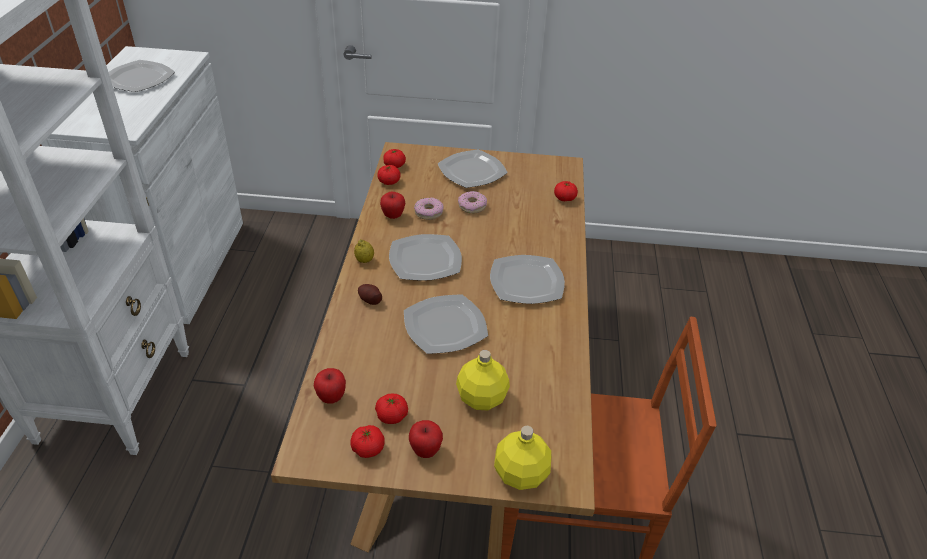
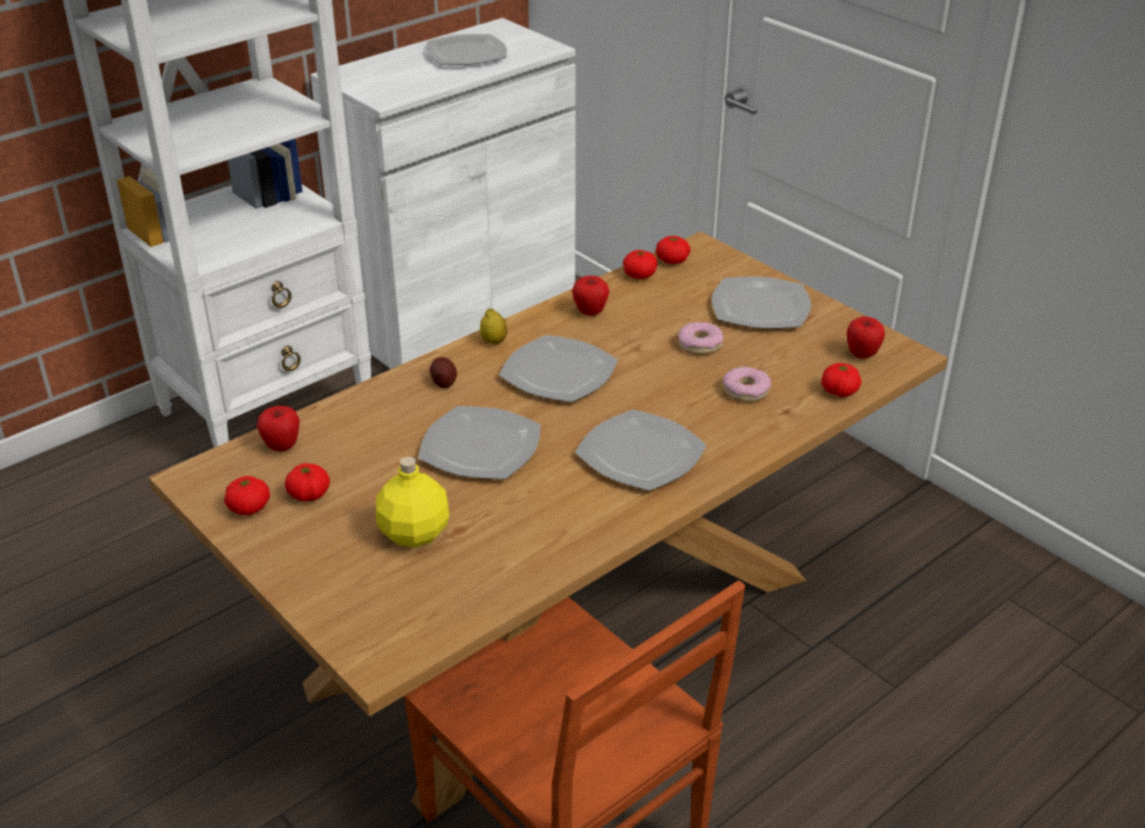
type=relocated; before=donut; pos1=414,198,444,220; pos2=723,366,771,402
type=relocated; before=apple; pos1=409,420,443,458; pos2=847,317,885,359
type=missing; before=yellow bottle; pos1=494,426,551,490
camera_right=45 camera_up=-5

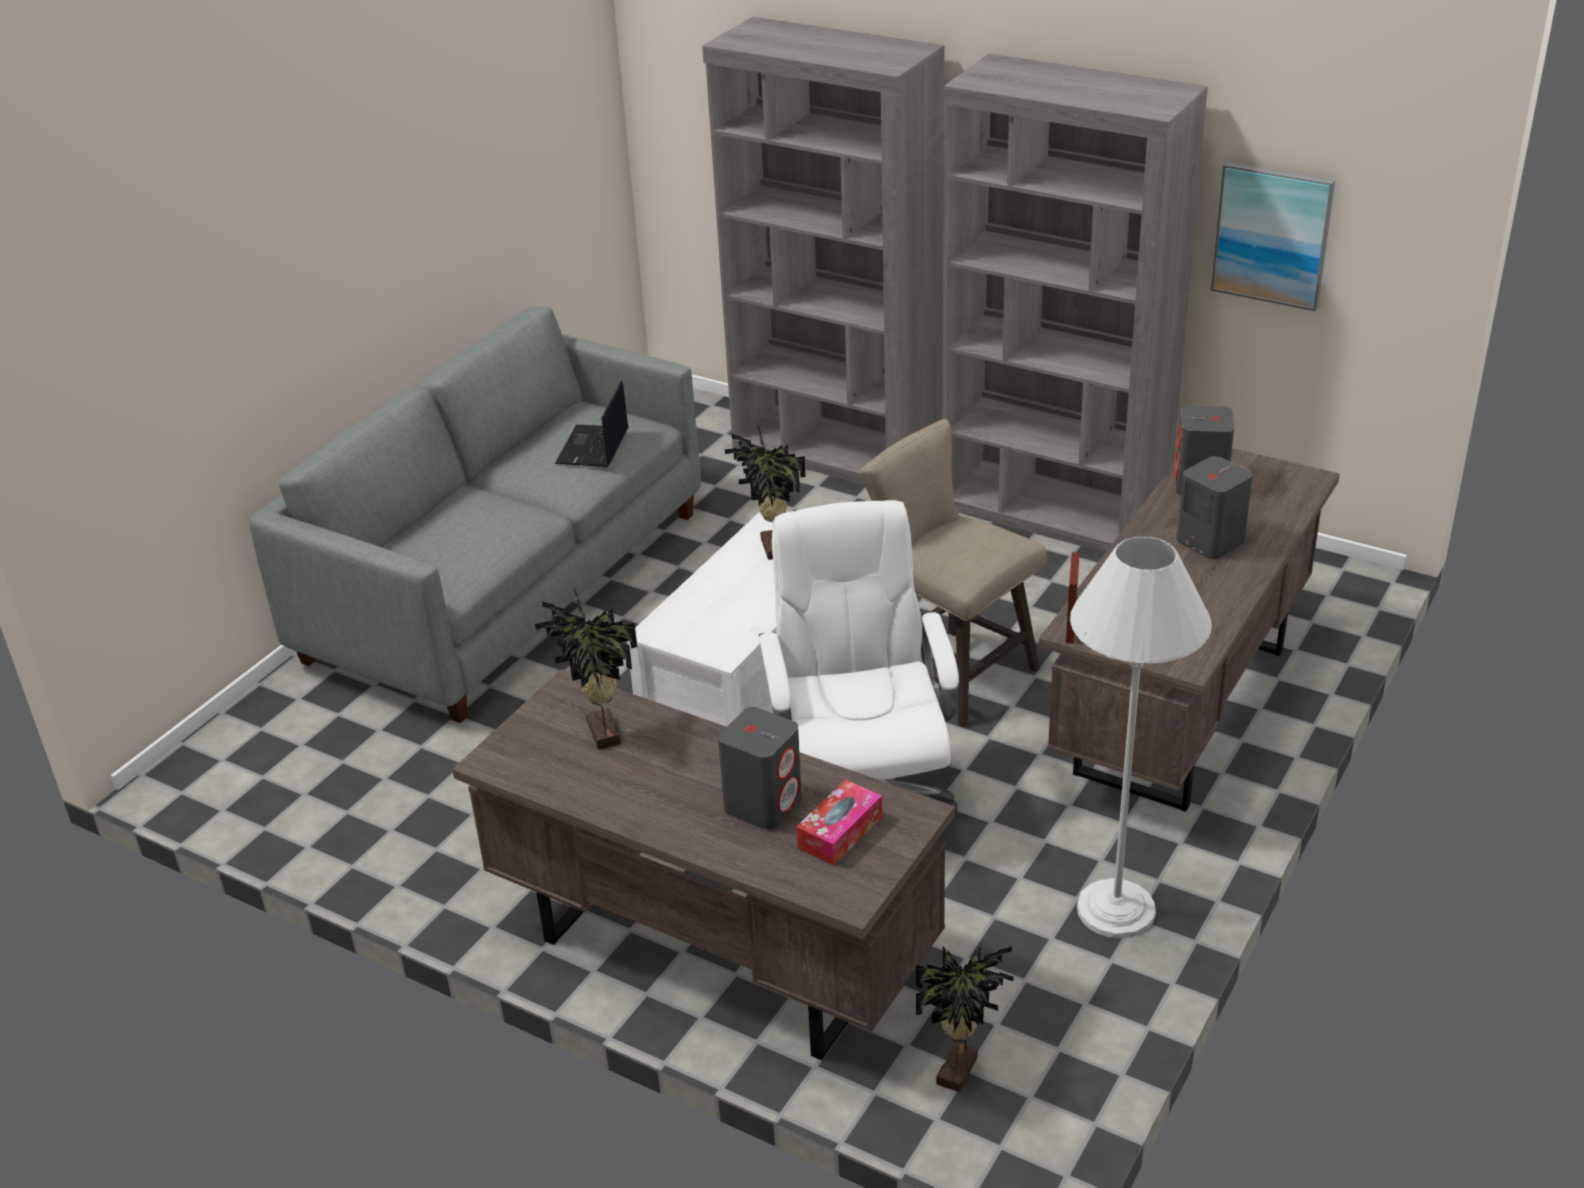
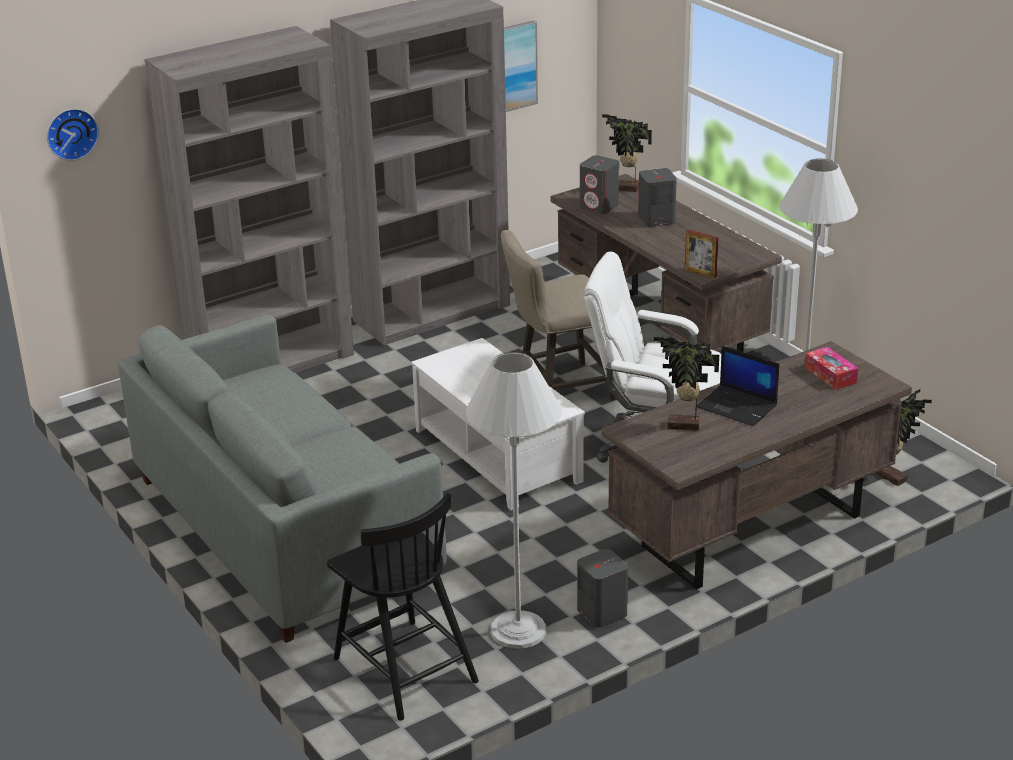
type=relocated; before=laptop; pos1=555,380,628,467; pos2=697,346,780,426
type=relocated; before=potted plant; pos1=725,426,806,560; pos2=602,114,652,192
type=relocated; before=grey speaker; pos1=718,707,802,830; pos2=577,549,628,627
type=appeared; after=wall clock; pos2=47,109,99,161
type=appeared; after=white floor lamp; pos2=466,352,562,649
type=appeared; after=black chair; pos2=327,493,479,721
camera_right=-65 camera_up=-5

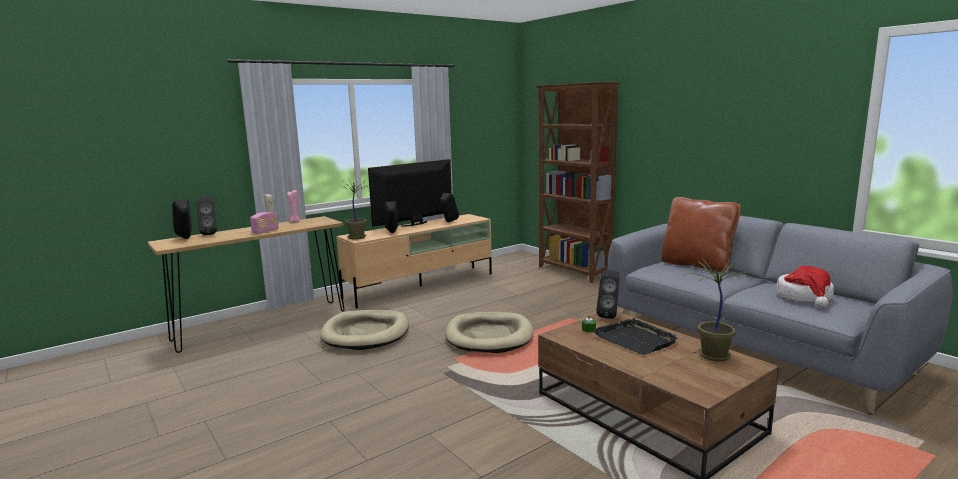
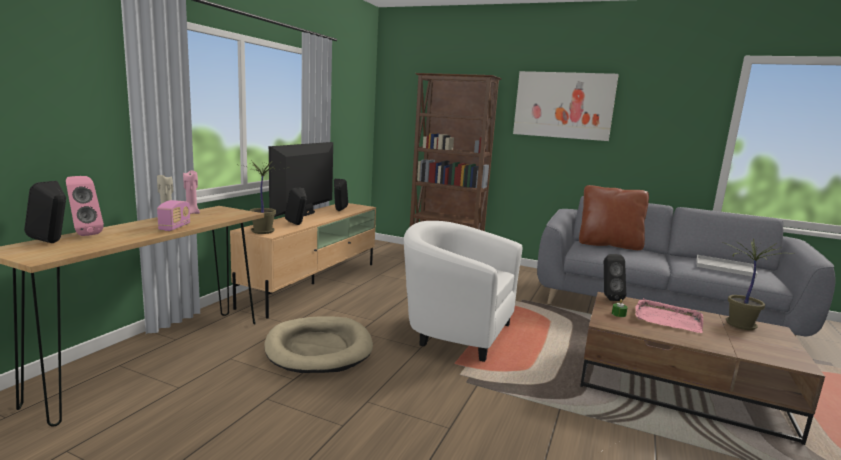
type=colour; before=black speaker; after=pink speaker; pos1=197,196,217,235; pos2=66,176,104,236
type=exchanged; before=hat; after=white tray; pos1=776,266,834,308; pos2=697,255,758,277
type=exchanged; before=beige dog bed; after=white armchair; pos1=445,312,534,353; pos2=404,221,522,362
type=colour; before=black tray; after=pink tray; pos1=592,318,678,355; pos2=635,298,703,333
type=appeared; after=picture; pos2=513,71,619,141
camera_right=-30 camera_up=0

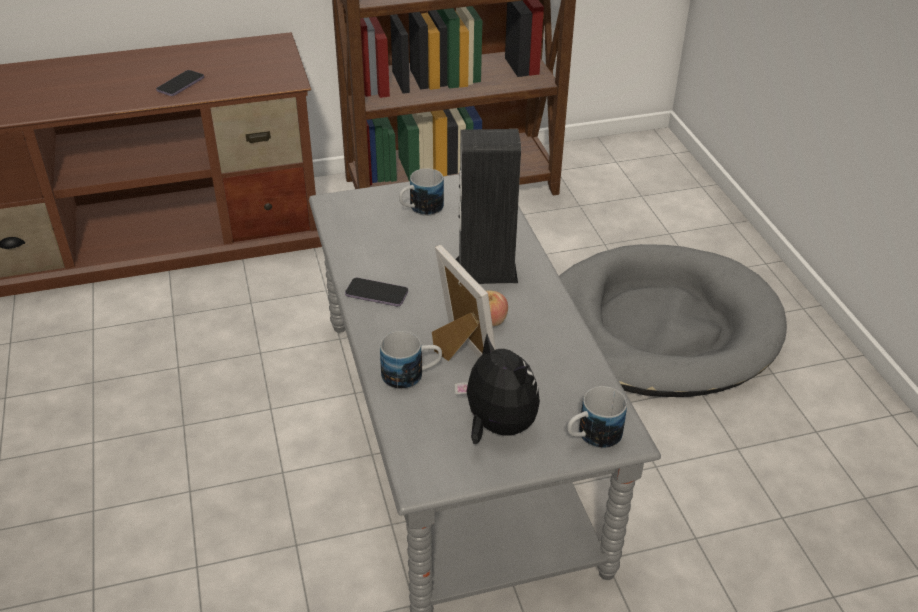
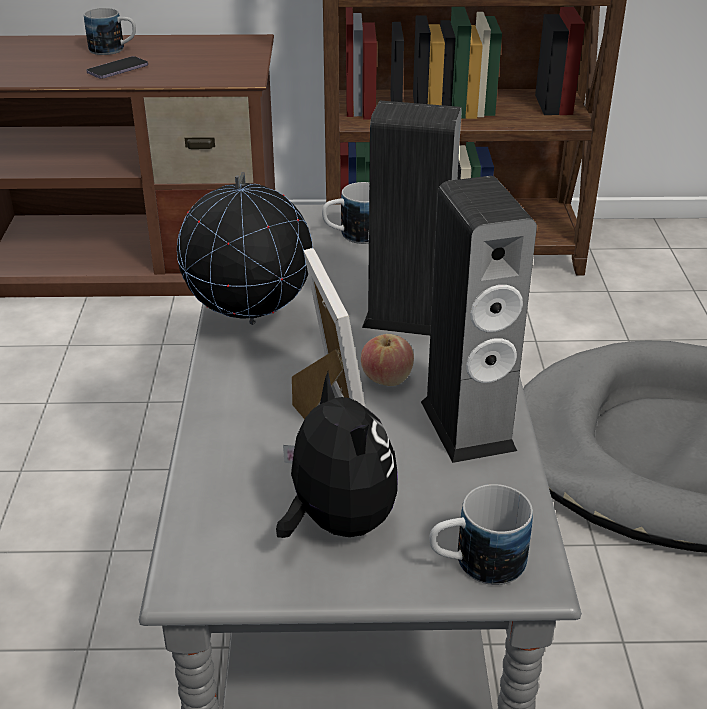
type=exchanged; before=phone; after=globe; pos1=345,278,408,306; pos2=177,172,313,325
type=relocated; before=mug; pos1=380,331,442,389; pos2=84,8,136,55
type=appeared; after=speaker; pos2=421,176,537,463
camera_right=15 camera_up=-5

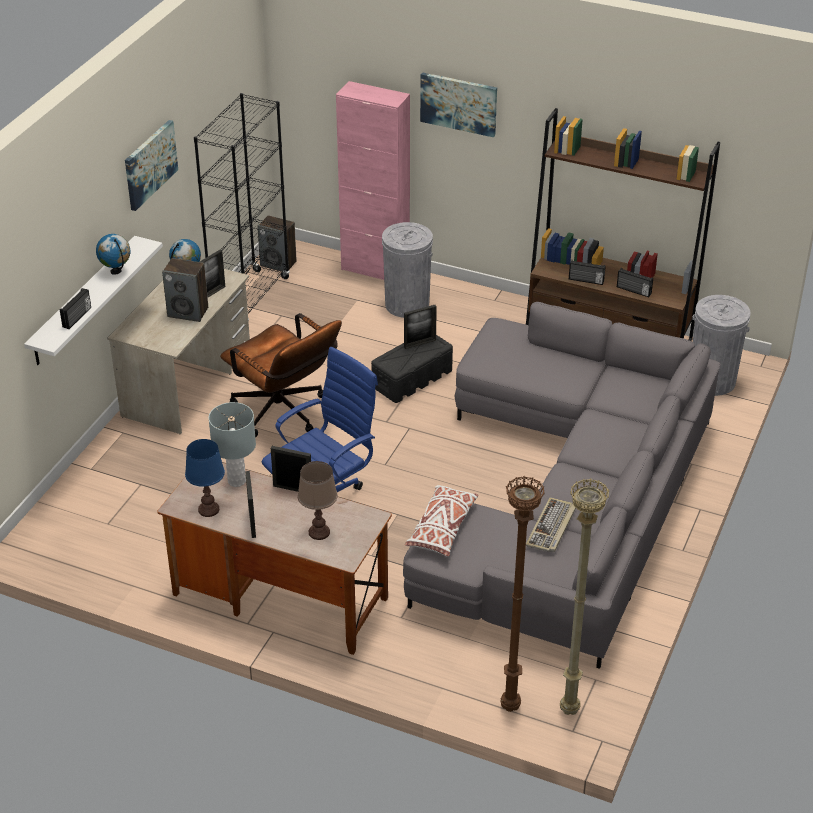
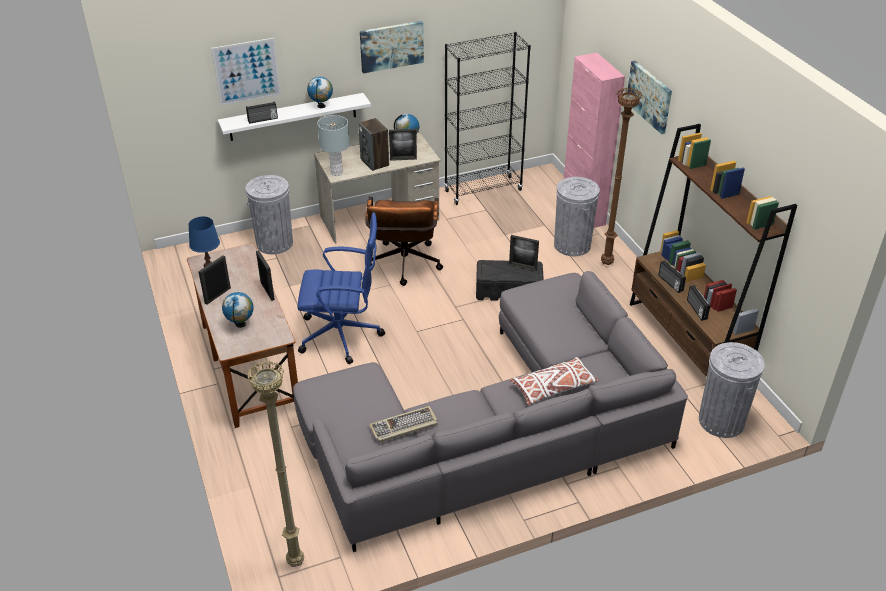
type=missing; before=speaker; pos1=257,215,297,272
type=relocated; before=grey table lamp; pos1=209,402,256,487; pos2=317,115,350,176
type=exchanged; before=brown table lamp; after=globe; pos1=298,461,338,540; pos2=222,292,254,328
type=relocated; before=brown floor lamp; pos1=501,476,545,712; pos2=601,88,642,265
type=relocated; before=white pillow; pos1=405,485,478,557; pos2=510,357,599,406
type=appeared; after=picture; pos2=211,38,281,106
type=appeared; after=grey trash can; pos2=246,175,293,254
camera_right=45 camera_up=0

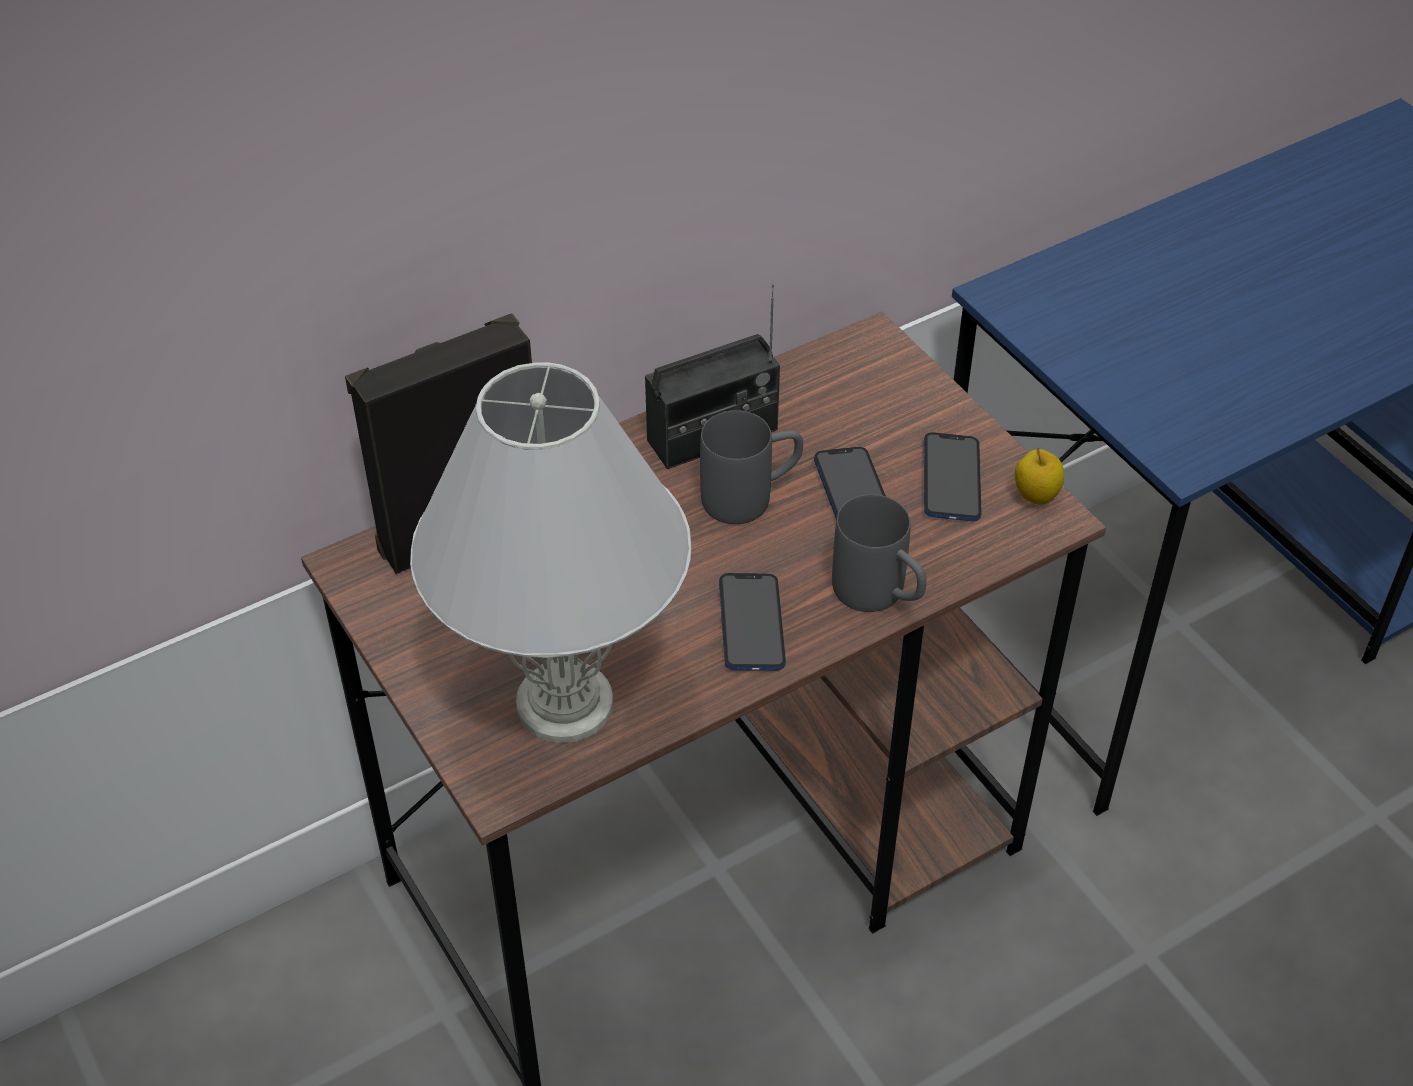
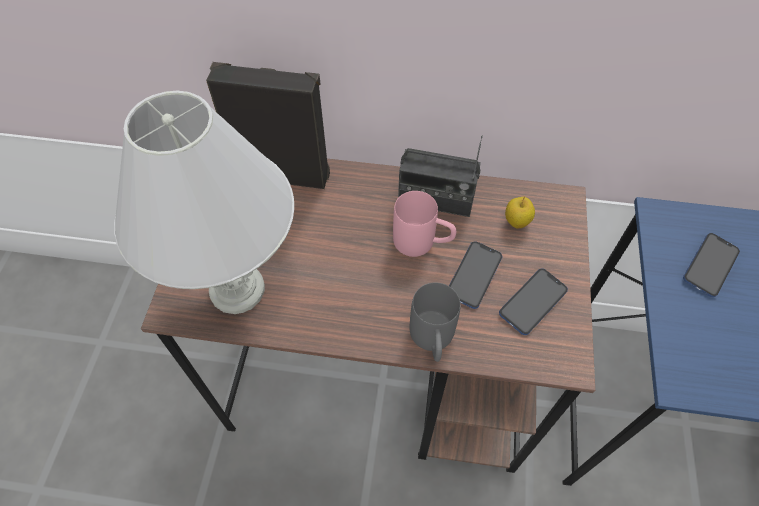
type=colour; before=grey mug; after=pink mug; pos1=700,410,803,524; pos2=393,191,456,257
type=relocated; before=apple; pos1=1015,447,1064,505; pos2=505,196,535,228
type=relocated; before=phone; pos1=719,573,786,671; pos2=683,233,740,297
camera_right=40 camera_up=10

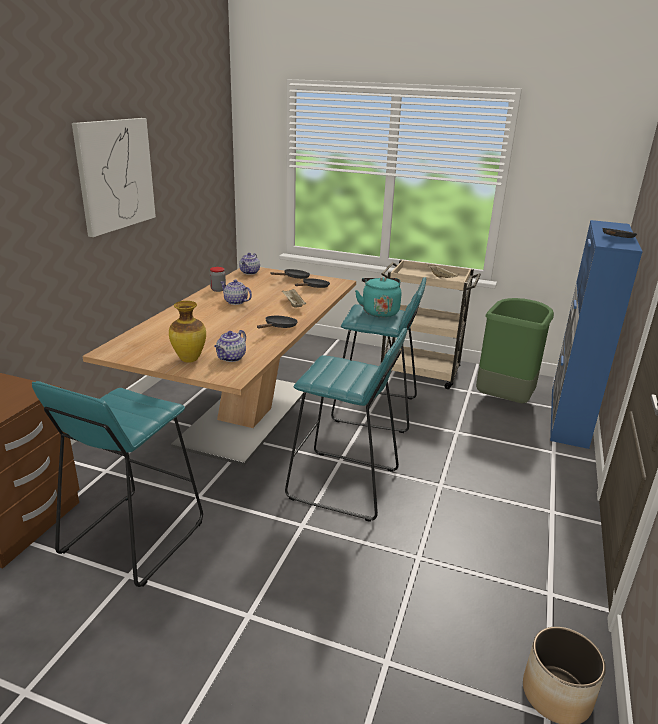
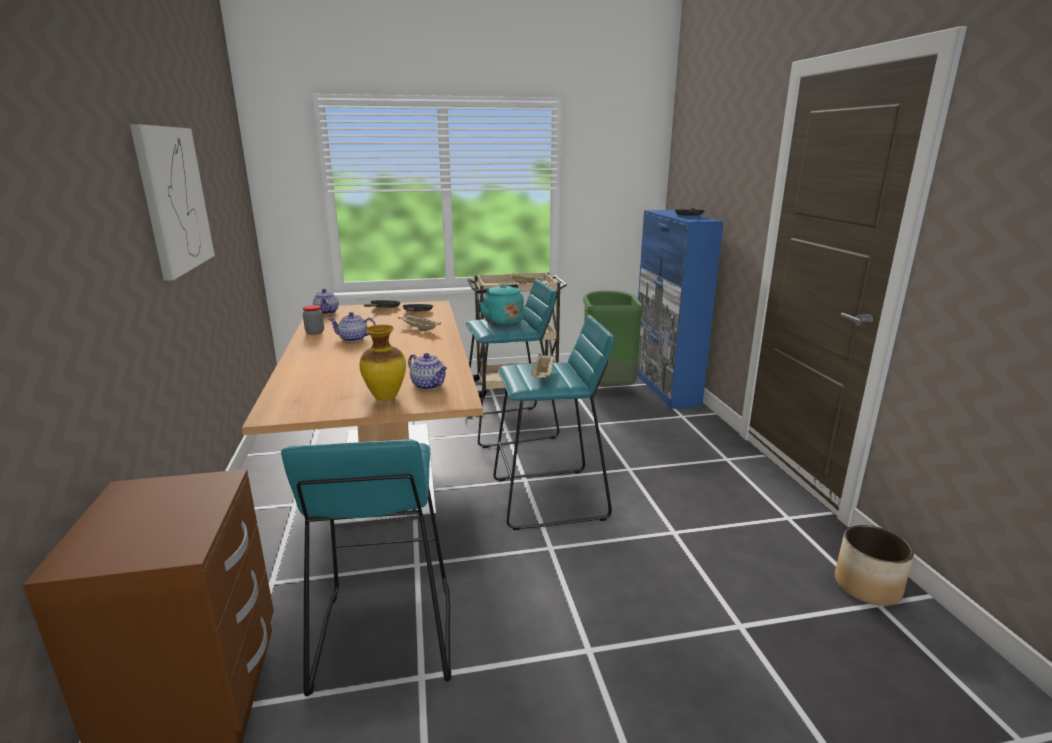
type=missing; before=black frying pan; pos1=257,316,298,329
type=spun; before=teapot; pos1=214,330,246,362; pos2=408,353,447,390; turn=-45
type=appeared; after=beige tray; pos2=531,353,554,378
camera_right=-30 camera_up=-5

